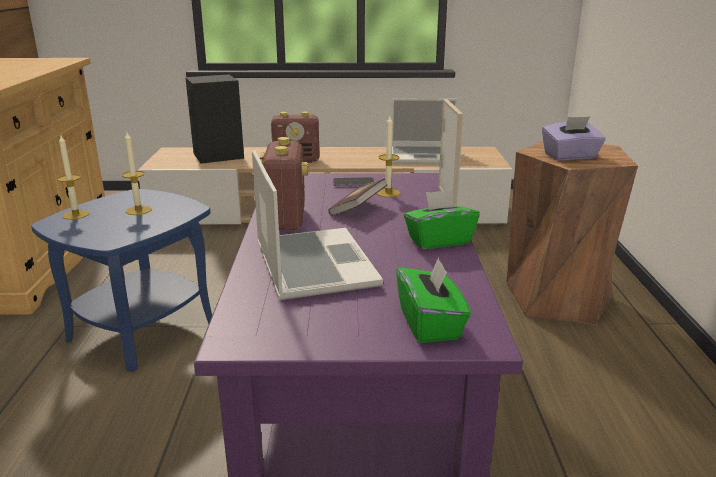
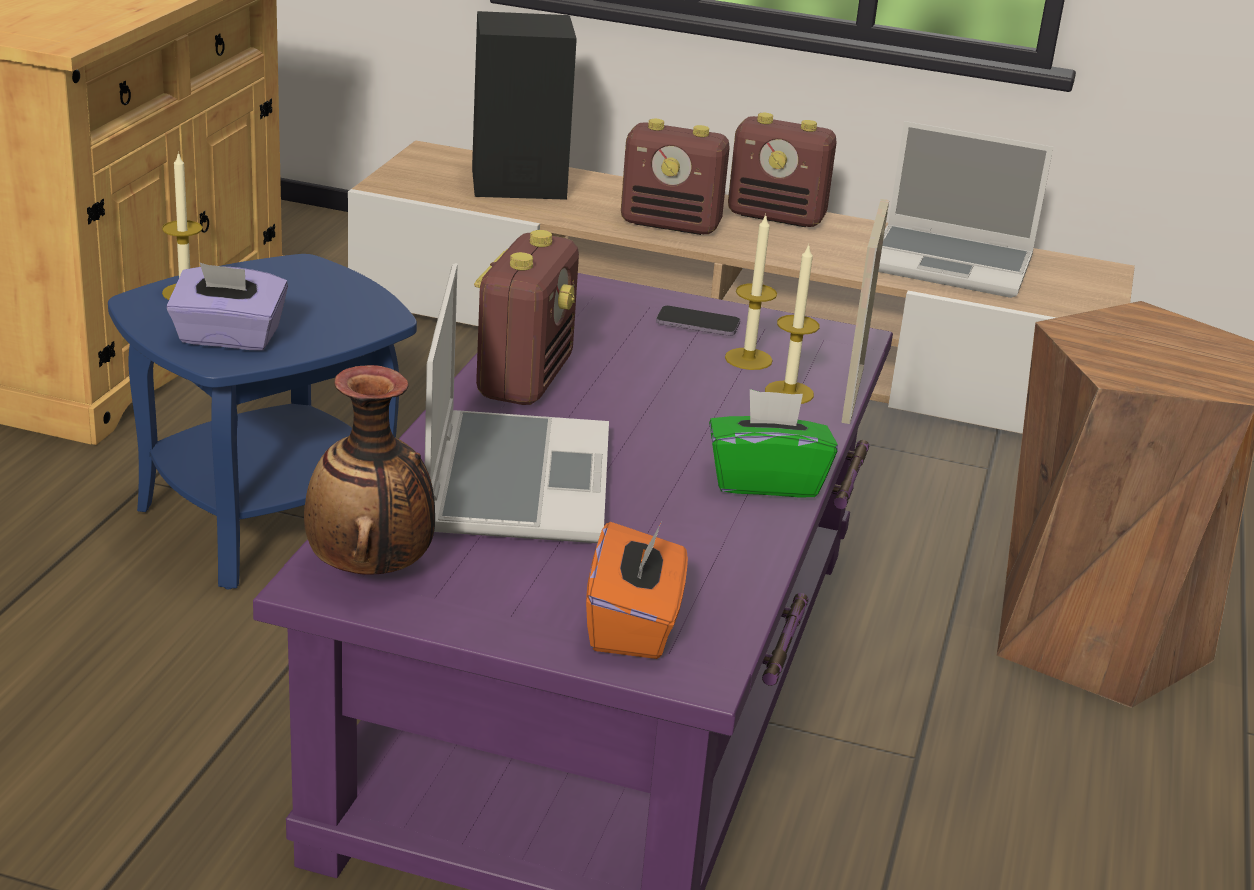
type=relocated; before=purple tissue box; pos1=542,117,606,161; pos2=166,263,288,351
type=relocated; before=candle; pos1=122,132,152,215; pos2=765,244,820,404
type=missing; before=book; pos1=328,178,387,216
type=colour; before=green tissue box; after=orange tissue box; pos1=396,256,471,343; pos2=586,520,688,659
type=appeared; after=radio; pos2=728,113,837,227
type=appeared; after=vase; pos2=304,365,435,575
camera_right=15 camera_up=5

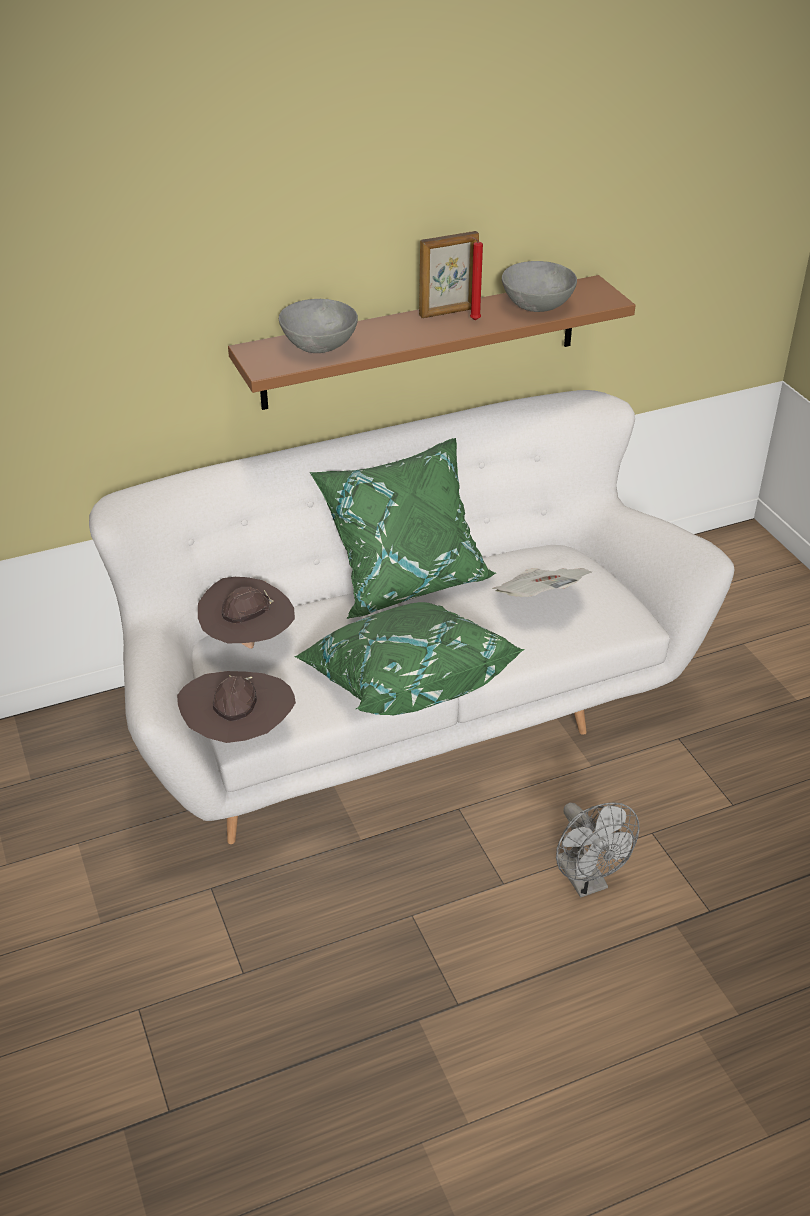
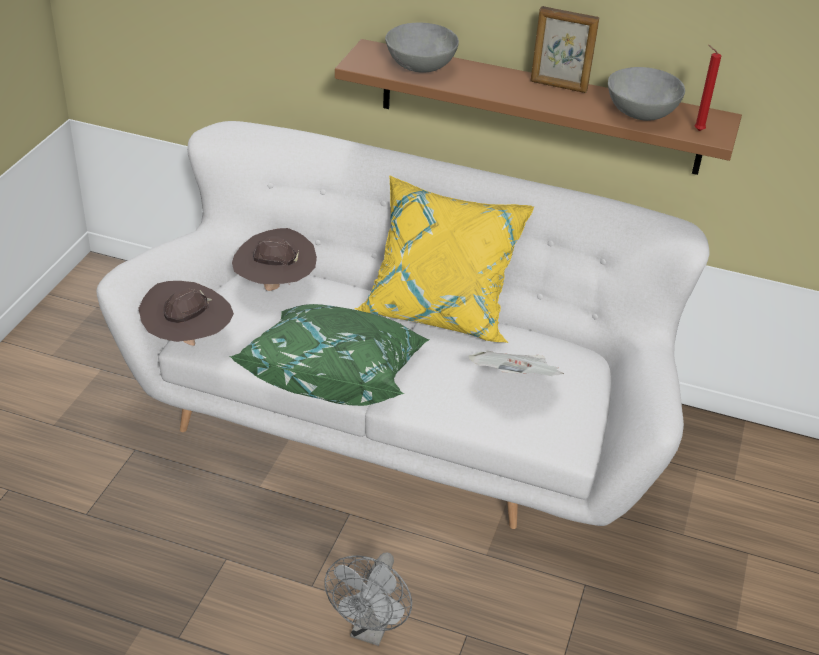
type=relocated; before=red candle; pos1=470,237,483,320; pos2=694,45,721,131
type=colour; before=green pillow; after=yellow pillow; pos1=310,438,496,619; pos2=355,175,534,343
camera_right=40 camera_up=0

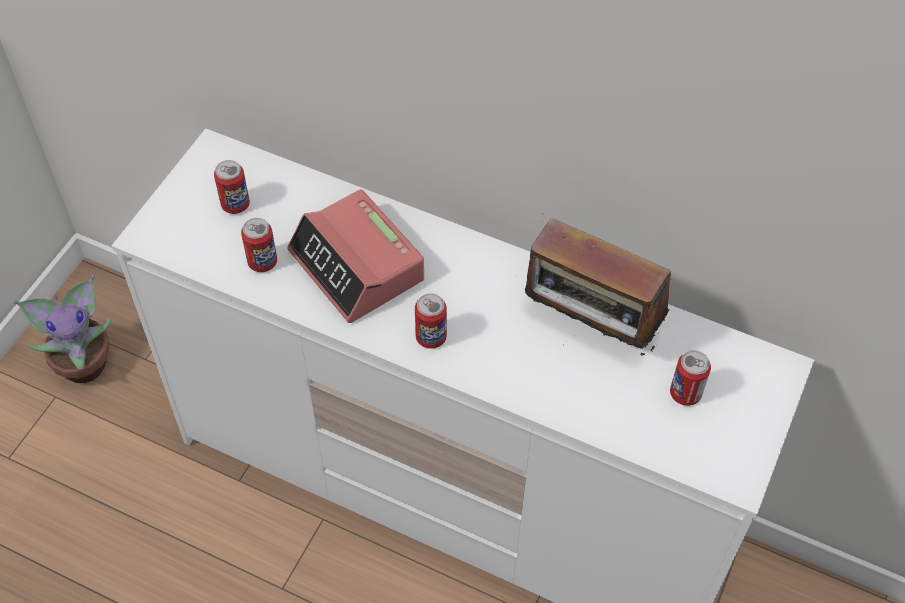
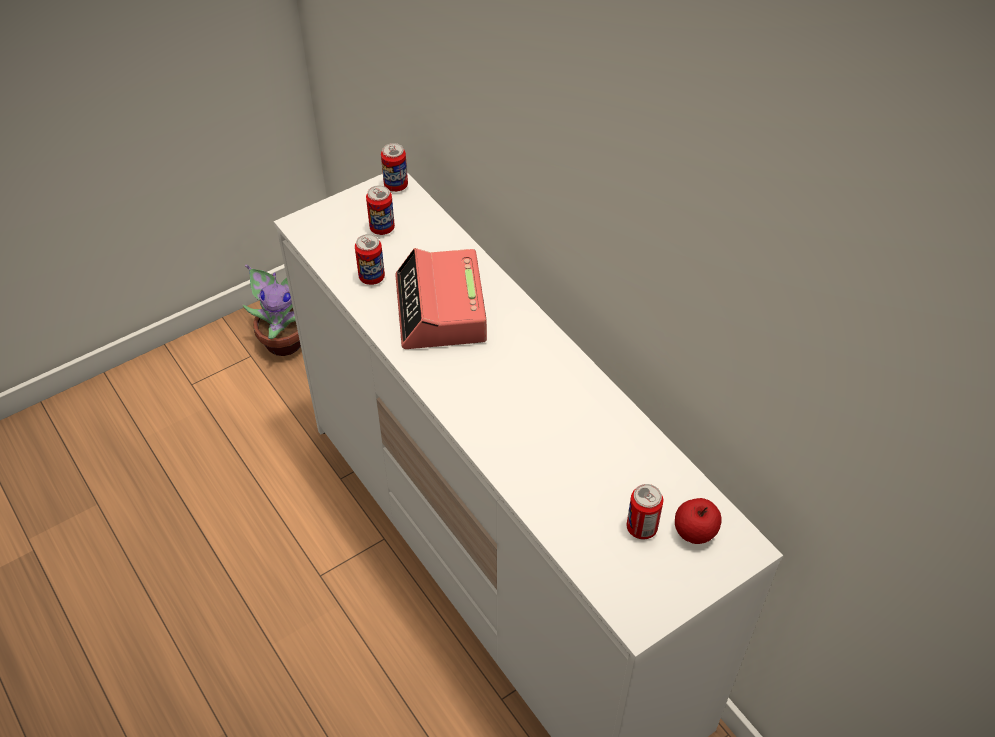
type=missing; before=radio; pos1=525,218,671,358
type=relocated; before=can; pos1=415,293,447,349; pos2=381,143,408,192
type=appeared; after=apple; pos2=675,498,722,544
camera_right=30 camera_up=-5

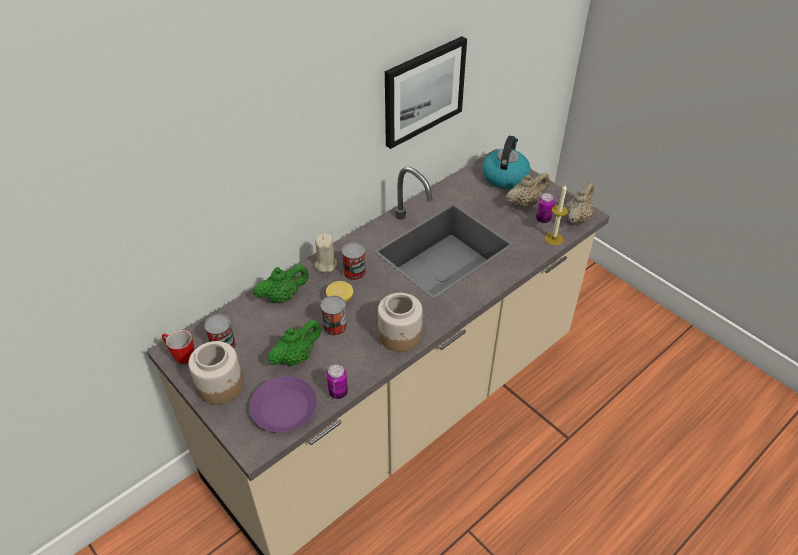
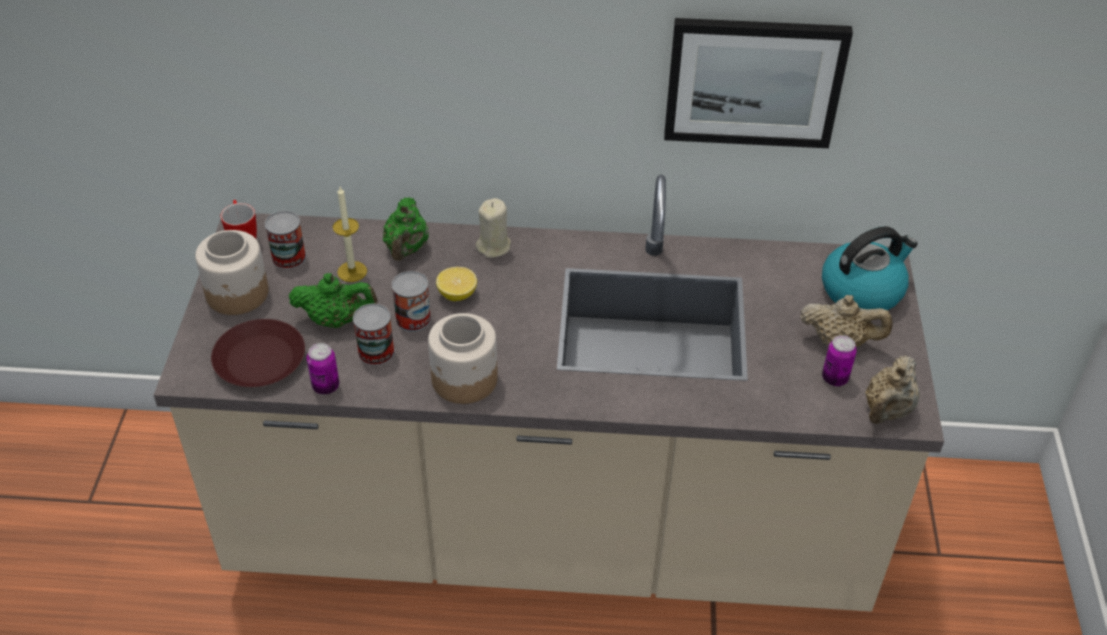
type=spun; before=beige teapot; pos1=565,183,594,225; pos2=865,355,920,424; turn=135
type=relocated; before=candle; pos1=545,184,568,245; pos2=333,187,367,282
type=relocated; before=can; pos1=342,242,366,281; pos2=353,304,395,366
type=spun; before=green teapot; pos1=253,264,309,303; pos2=383,197,429,261; turn=75
type=colour; before=purple plate; after=brown plate; pos1=250,376,317,432; pos2=211,319,305,387
camera_right=45 camera_up=0

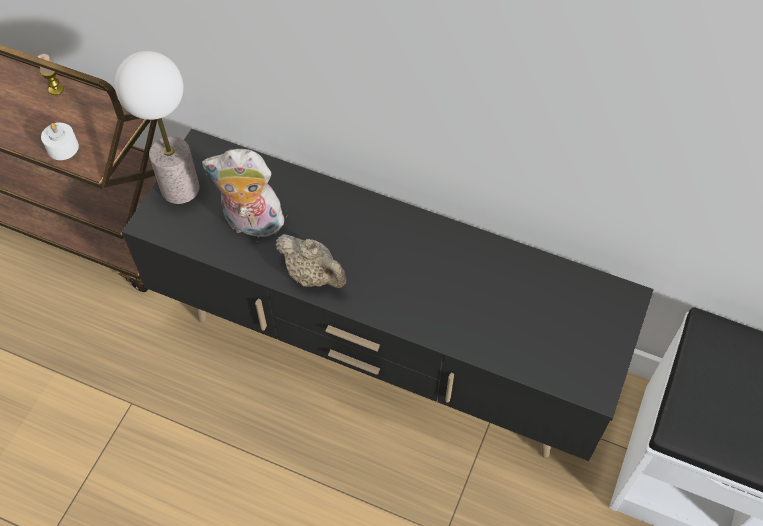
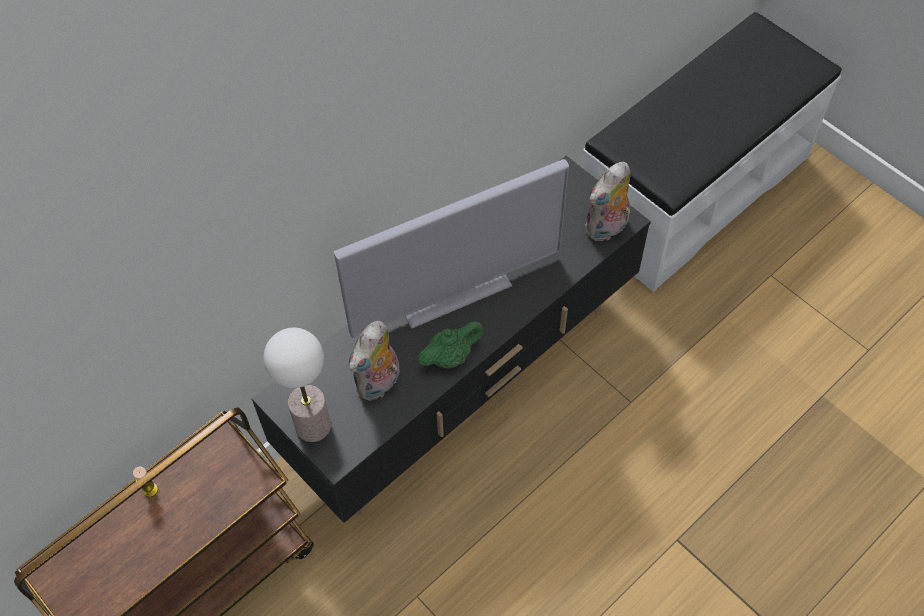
type=missing; before=white candle; pos1=41,123,79,160
type=colour; before=beige teapot; after=green teapot; pos1=276,234,347,288; pos2=418,321,484,368
type=appeared; after=television; pos2=334,159,569,338
type=appeared; after=plush toy; pos2=585,162,630,241
camera_right=-65 camera_up=0

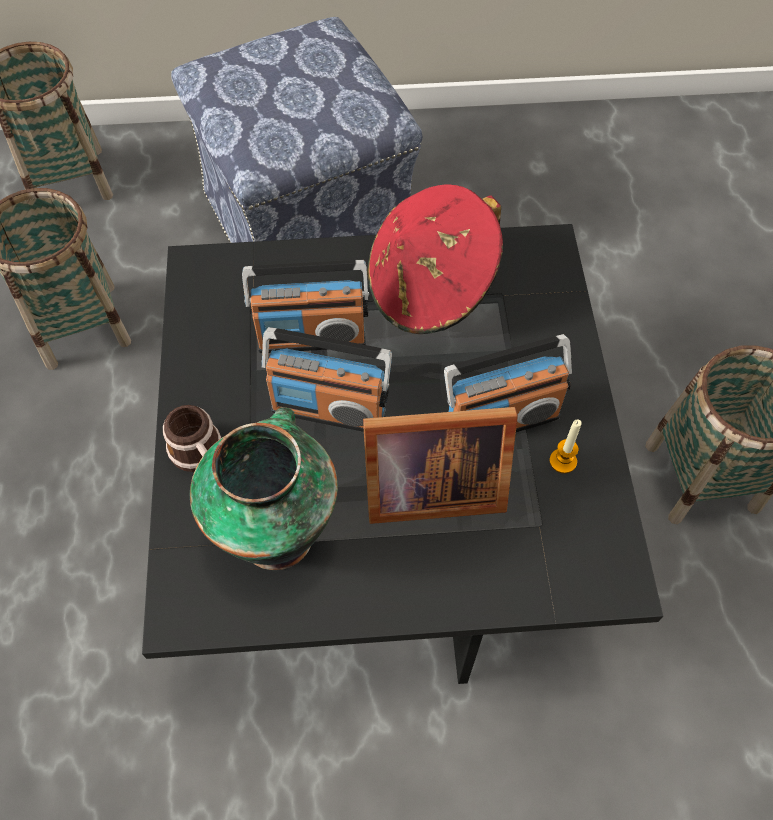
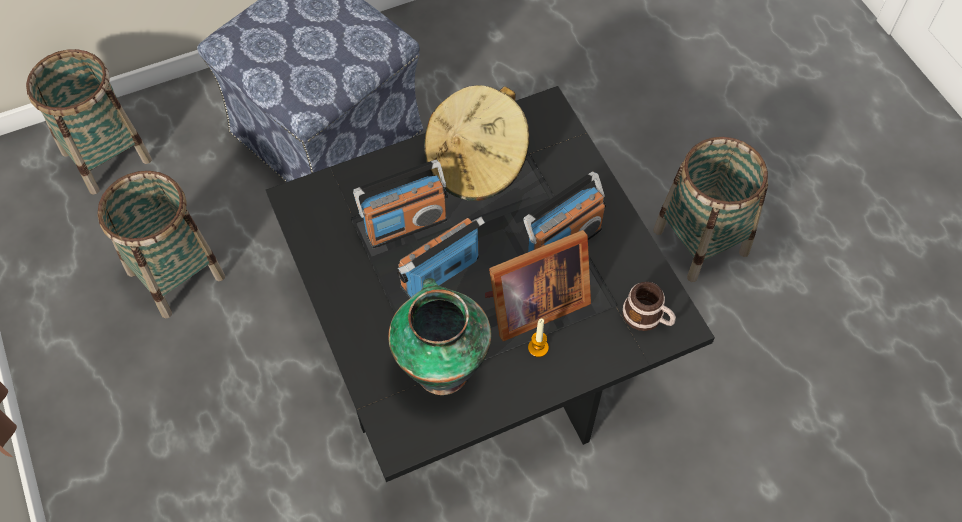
type=colour; before=red hat; after=beige hat; pos1=367,184,503,334; pos2=424,85,530,201
type=spun; before=radio; pos1=261,327,392,432; pos2=397,217,485,299; turn=150
type=relocated; before=mug; pos1=163,405,221,472; pos2=623,282,676,331
type=relocated; before=candle; pos1=549,420,582,474; pos2=528,319,549,357
camera_right=-20 camera_up=0

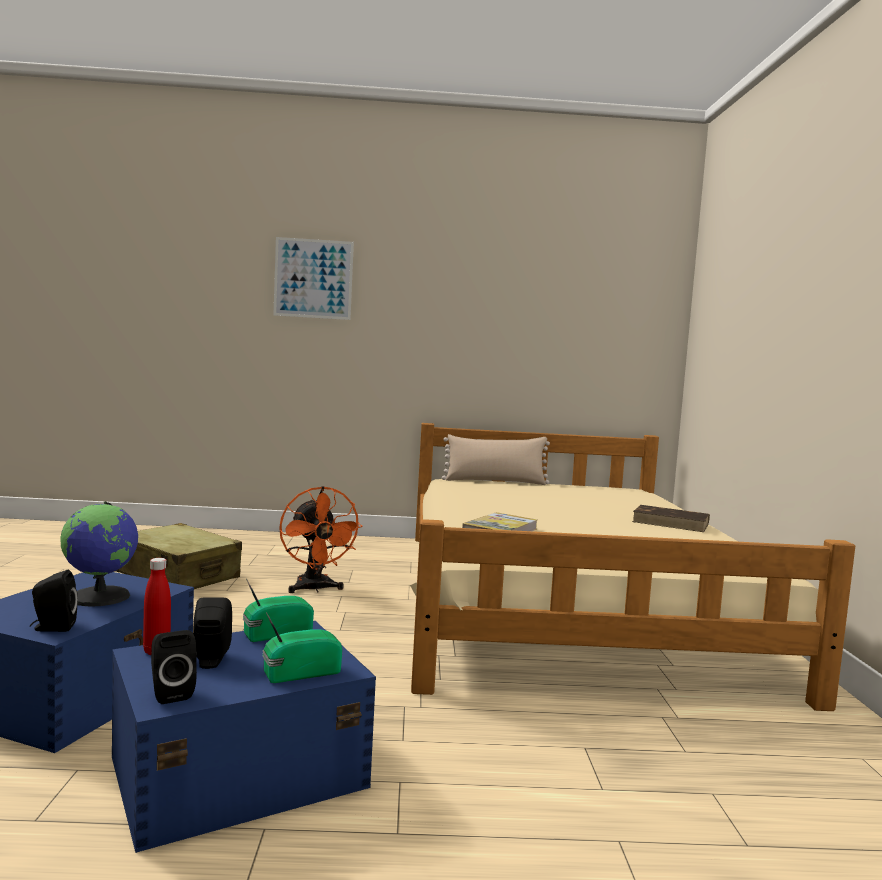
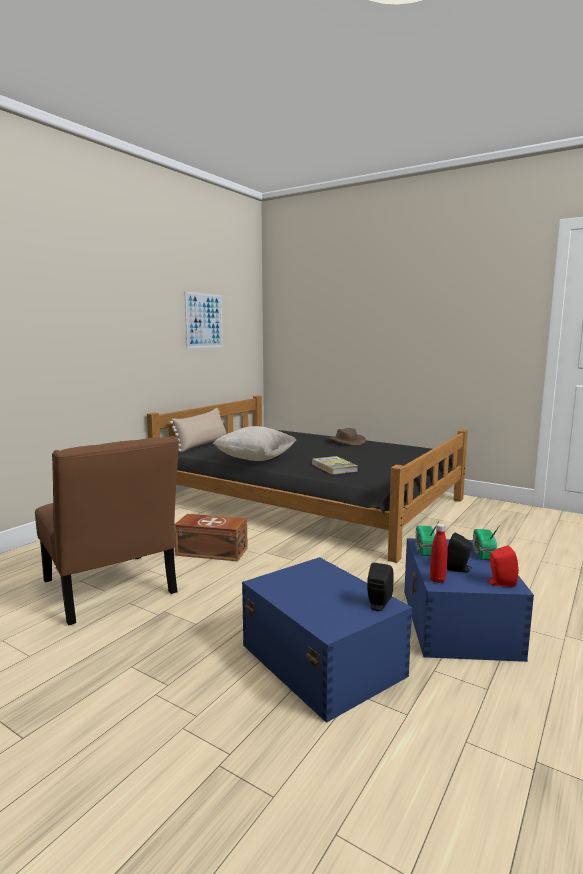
type=relocated; before=picture; pos1=273,237,354,320; pos2=185,292,223,348
type=colour; before=beige bed; after=black bed; pos1=410,423,855,711; pos2=147,395,468,563
type=exchanged; before=orange fan; after=brown storage box; pos1=279,486,363,593; pos2=174,514,248,561
type=missing; before=globe; pos1=60,502,138,607
type=exchanged; before=brown book; after=brown hat; pos1=632,505,710,532; pos2=326,428,366,446
type=exchanged; before=beige suitcase; after=brown chair; pos1=116,523,242,589; pos2=35,436,179,626
type=colour; before=black speaker; after=red speaker; pos1=151,630,197,704; pos2=488,545,519,587
type=appeared; after=beige pillow; pos2=213,426,296,461
camera_right=-55 camera_up=5

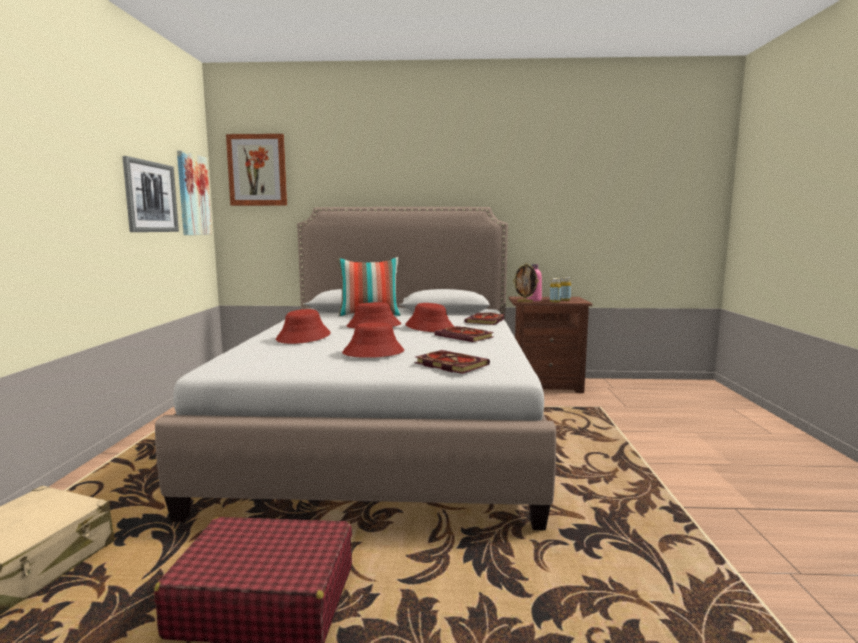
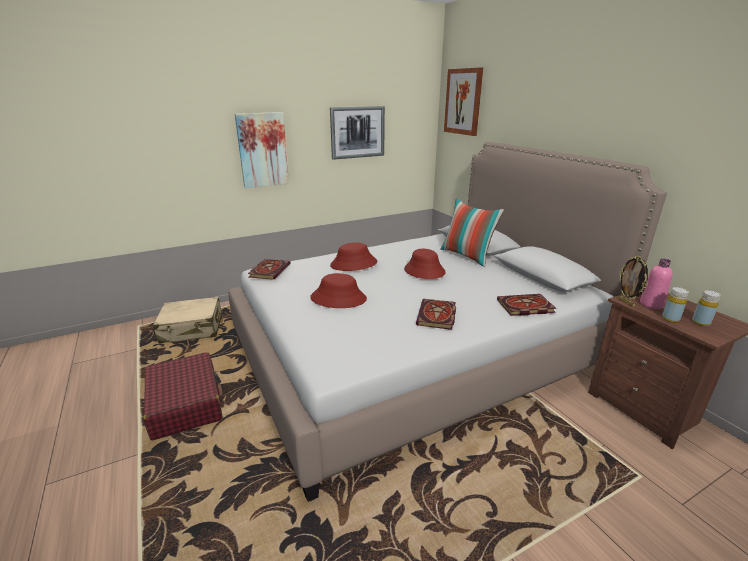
type=relocated; before=picture; pos1=177,150,212,235; pos2=235,112,289,188
type=missing; before=red hat; pos1=405,303,454,332
type=relocated; before=book; pos1=415,350,490,374; pos2=248,259,290,280
camera_right=60 camera_up=15

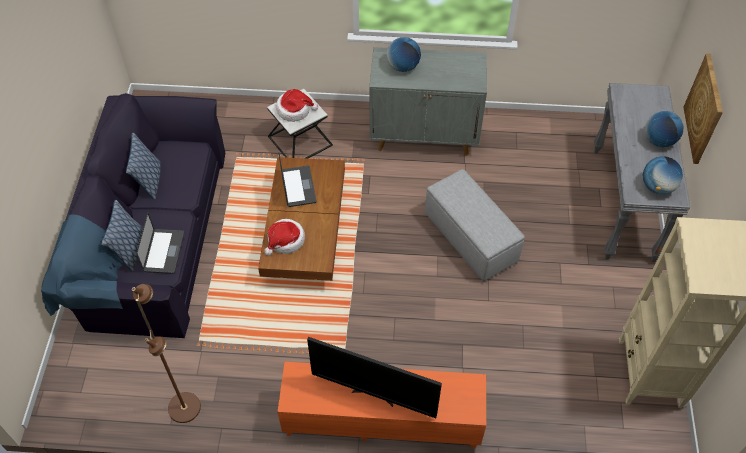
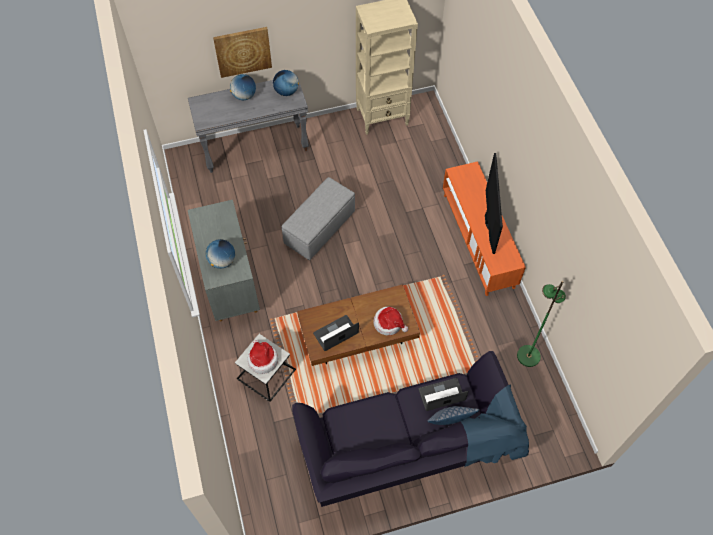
type=missing; before=pillow; pos1=126,133,161,200
type=colour; before=brown floor lamp; after=green floor lamp; pos1=132,284,201,423; pos2=517,281,566,367
camera_right=-110 camera_up=5

